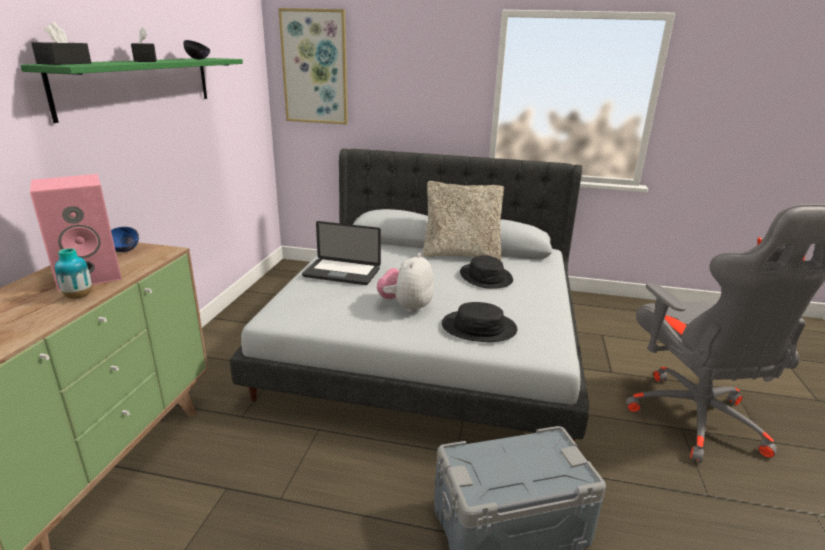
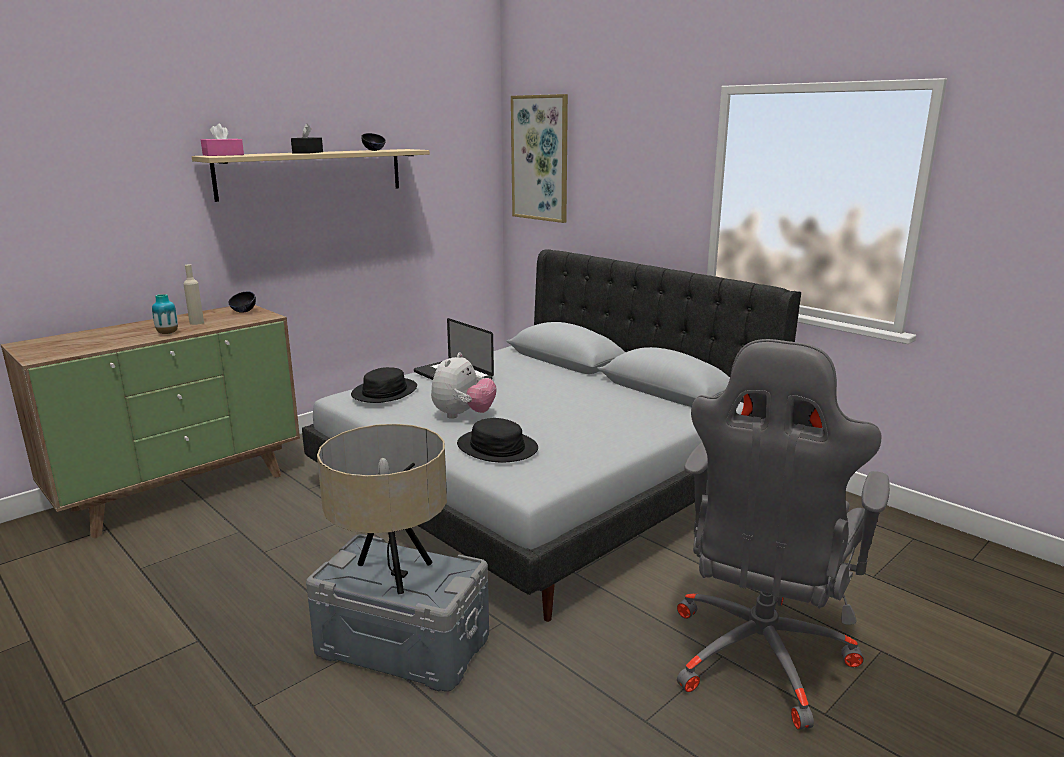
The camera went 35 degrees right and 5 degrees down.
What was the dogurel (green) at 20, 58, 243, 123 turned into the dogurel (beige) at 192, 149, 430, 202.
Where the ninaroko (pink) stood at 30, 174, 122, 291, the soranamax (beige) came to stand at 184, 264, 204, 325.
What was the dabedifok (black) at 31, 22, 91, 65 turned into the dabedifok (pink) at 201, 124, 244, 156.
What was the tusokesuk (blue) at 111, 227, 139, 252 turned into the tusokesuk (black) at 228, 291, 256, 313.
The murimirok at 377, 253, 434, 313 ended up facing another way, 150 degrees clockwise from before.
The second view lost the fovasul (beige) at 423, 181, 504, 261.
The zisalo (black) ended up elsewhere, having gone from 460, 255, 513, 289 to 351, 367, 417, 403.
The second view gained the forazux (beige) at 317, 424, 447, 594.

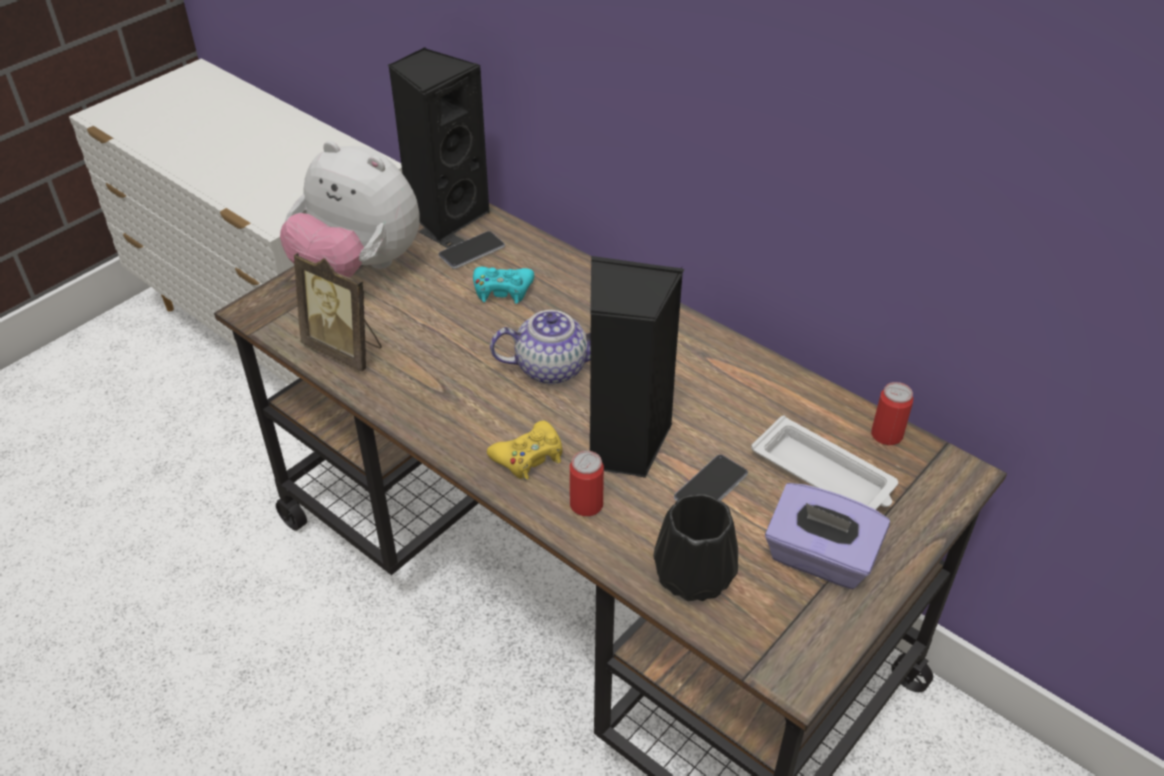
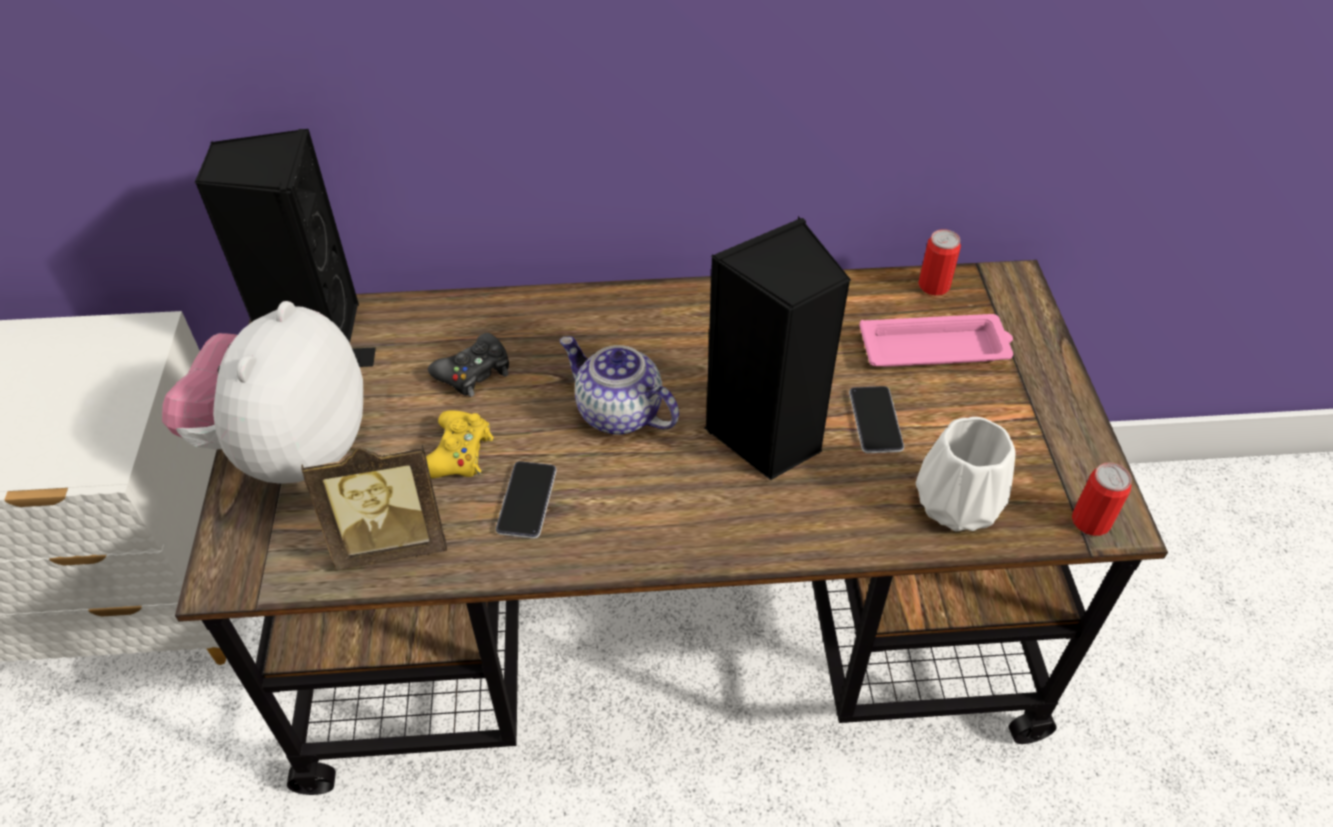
The camera went 45 degrees left and 5 degrees up.
The murimirok at 280, 141, 420, 278 ended up facing another way, 120 degrees clockwise from before.
The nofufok ended up elsewhere, having gone from 438, 231, 505, 269 to 496, 461, 557, 539.
What was the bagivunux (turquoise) at 473, 267, 534, 304 turned into the bagivunux (black) at 428, 333, 509, 397.
The bagivunux (yellow) ended up elsewhere, having gone from 487, 421, 562, 480 to 426, 410, 493, 478.
The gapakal at 490, 310, 591, 385 ended up facing another way, 90 degrees counterclockwise from before.
The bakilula ended up elsewhere, having gone from 570, 451, 604, 516 to 1072, 463, 1132, 536.
What was the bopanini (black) at 653, 494, 738, 601 turned into the bopanini (white) at 916, 417, 1015, 531.
What was the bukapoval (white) at 751, 415, 898, 510 turned into the bukapoval (pink) at 859, 314, 1013, 367.
The second view lost the dabedifok (purple) at 765, 483, 890, 589.

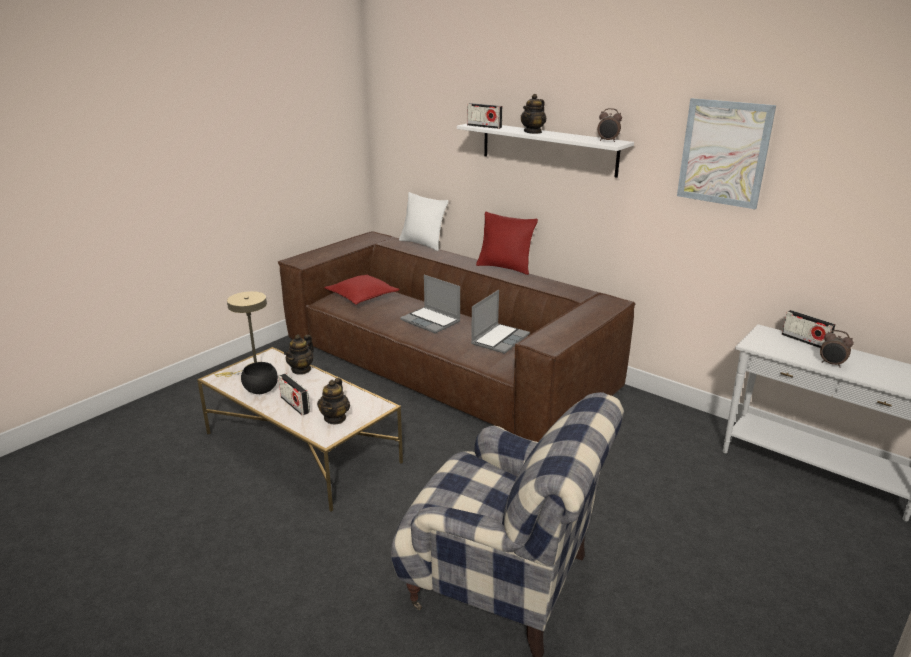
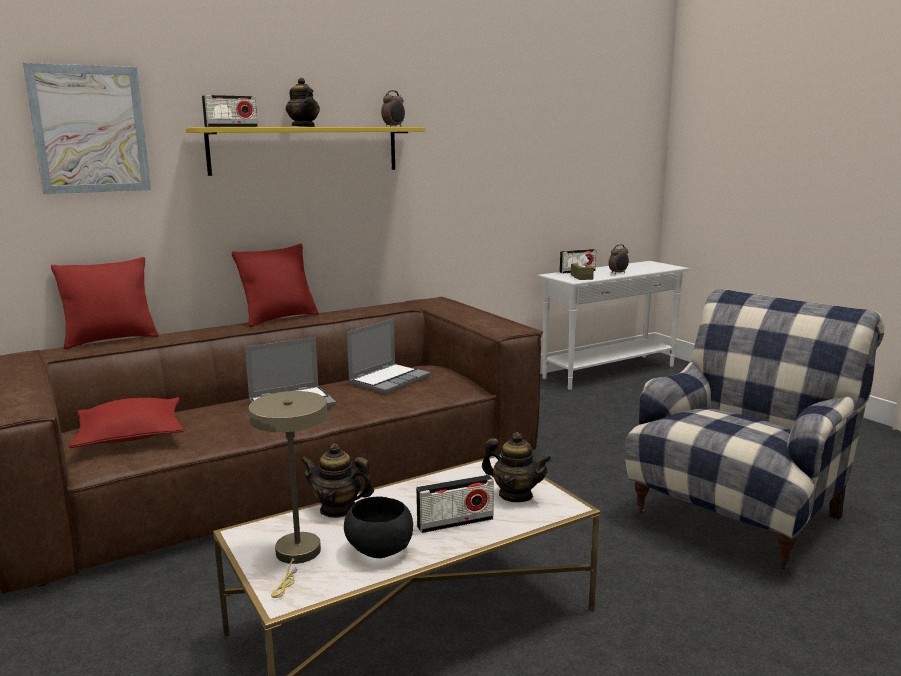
The camera went 70 degrees left and 10 degrees down.
The gapakal at 284, 335, 314, 375 ended up facing another way, 150 degrees clockwise from before.
What was the fovasul (white) at 399, 192, 448, 251 turned into the fovasul (red) at 51, 257, 158, 349.
What was the dogurel (white) at 457, 124, 634, 178 turned into the dogurel (yellow) at 185, 127, 426, 176.
The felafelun at 471, 290, 530, 354 ended up facing another way, 75 degrees clockwise from before.
The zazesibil ended up elsewhere, having gone from 677, 98, 776, 209 to 23, 63, 151, 194.
The second view gained the dabedifok (brown) at 571, 254, 594, 280.

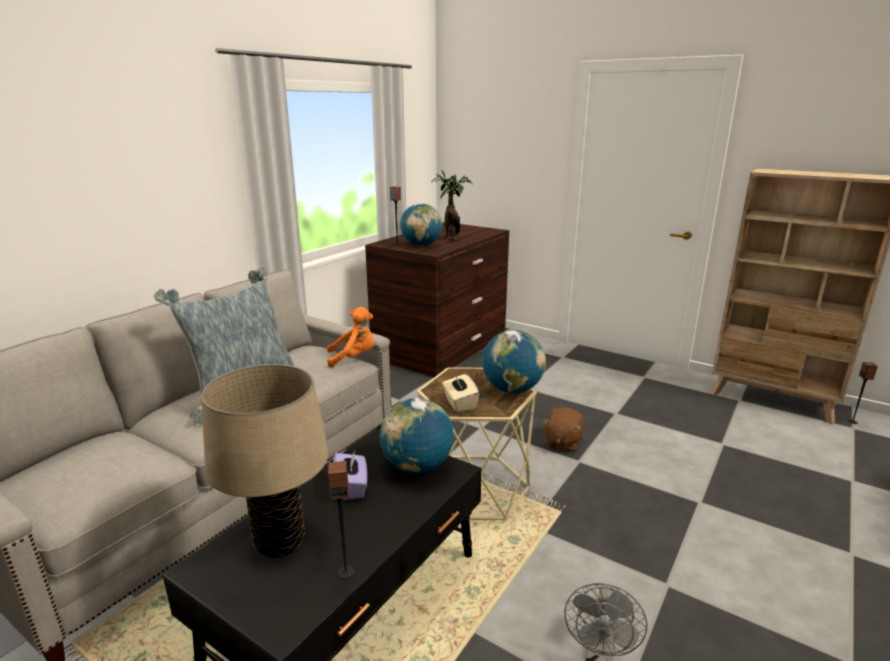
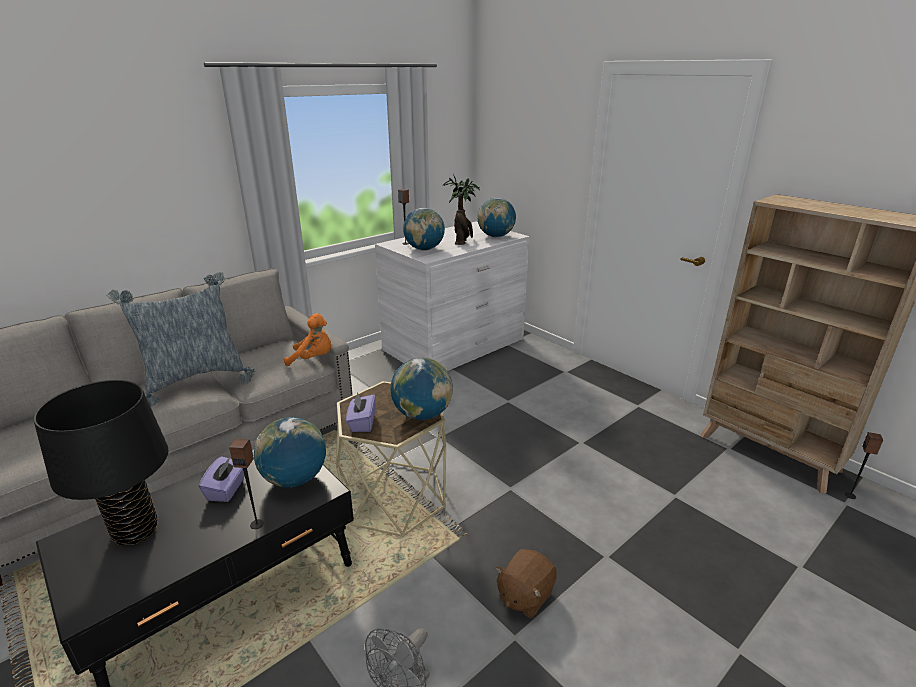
The camera went 15 degrees right and 5 degrees up.
What was the forazux (beige) at 201, 364, 329, 559 turned into the forazux (black) at 33, 380, 168, 545.
The ninaroko ended up elsewhere, having gone from 328, 461, 354, 579 to 229, 438, 264, 529.
What was the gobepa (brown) at 365, 222, 509, 377 turned into the gobepa (white) at 375, 221, 530, 371.
What was the dabedifok (beige) at 442, 374, 479, 413 turned into the dabedifok (purple) at 346, 392, 376, 432.
The murimirok (brown) ended up elsewhere, having gone from 542, 407, 584, 452 to 496, 549, 557, 618.
The second view gained the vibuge at 477, 198, 516, 237.

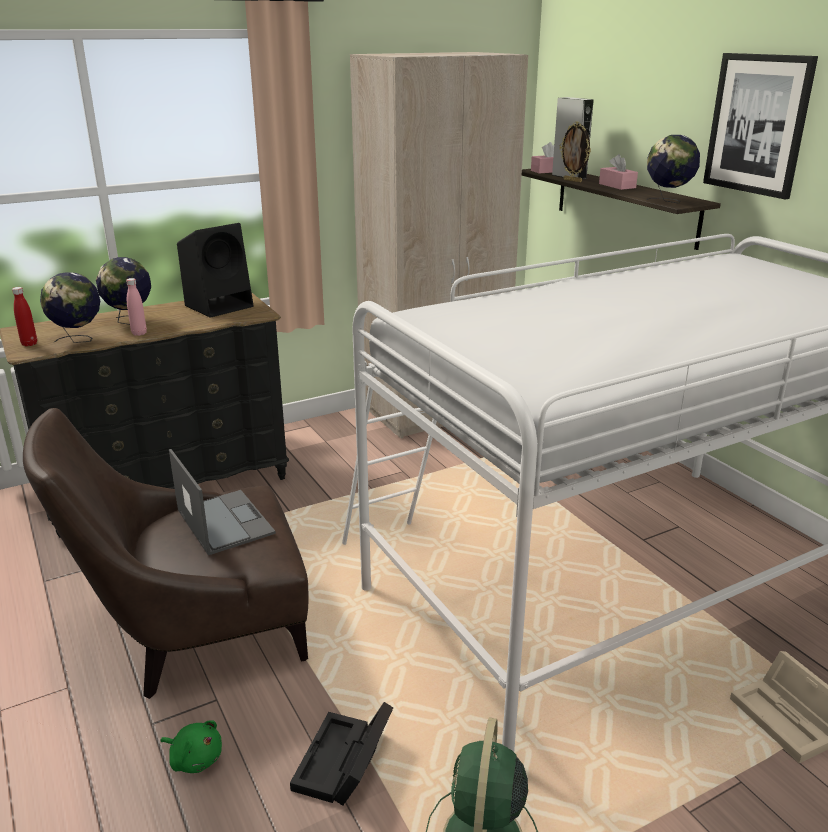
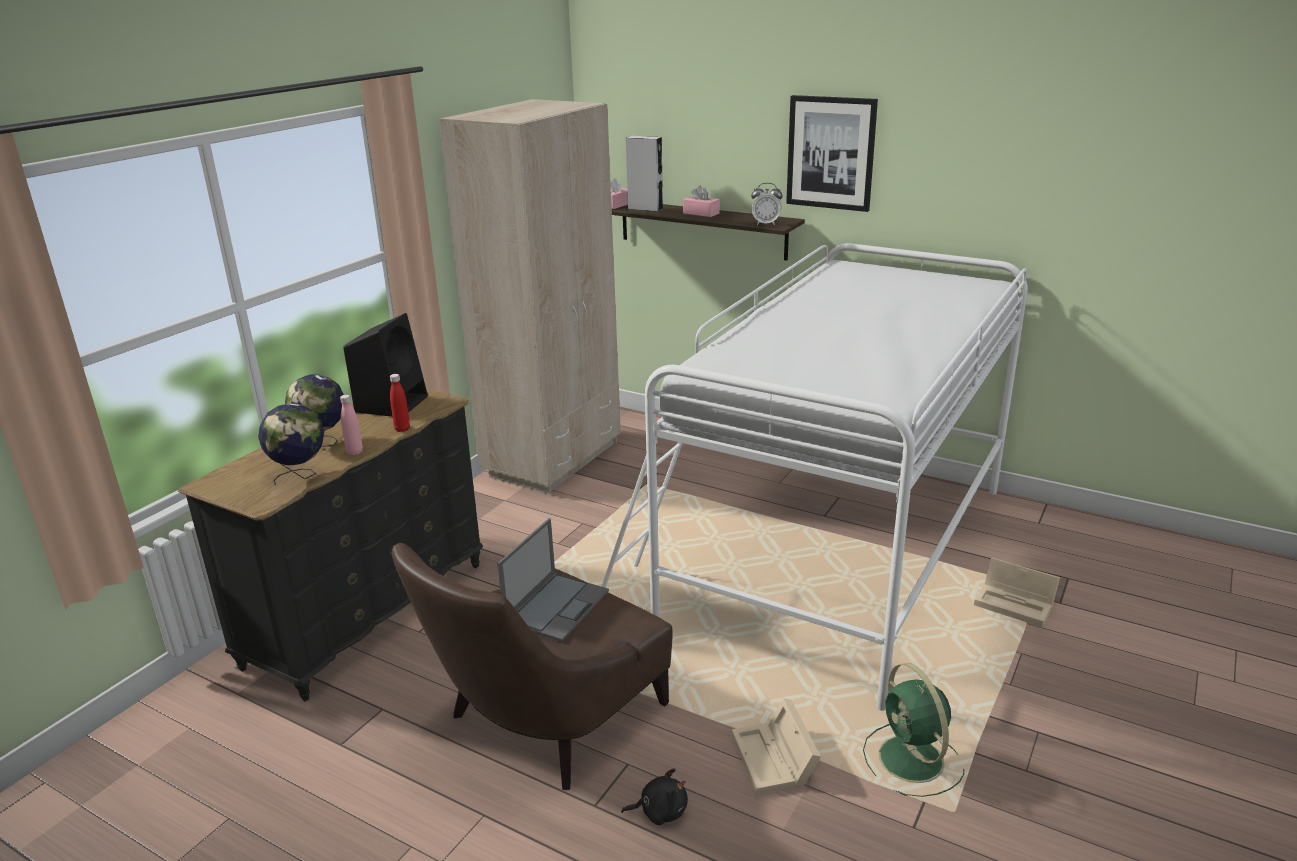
The camera went 30 degrees left and 0 degrees up.
The soranamax (red) ended up elsewhere, having gone from 12, 287, 37, 346 to 390, 374, 410, 432.
What was the murimirok (green) at 161, 720, 222, 773 turned into the murimirok (black) at 621, 768, 688, 825.
The felafelun at 169, 449, 276, 556 ended up facing another way, 90 degrees clockwise from before.
What was the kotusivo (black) at 290, 702, 394, 806 turned into the kotusivo (beige) at 732, 698, 821, 796.
The second view lost the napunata at 560, 121, 591, 182.
Where the vibuge stood at 646, 135, 700, 203, the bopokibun came to stand at 751, 183, 783, 226.

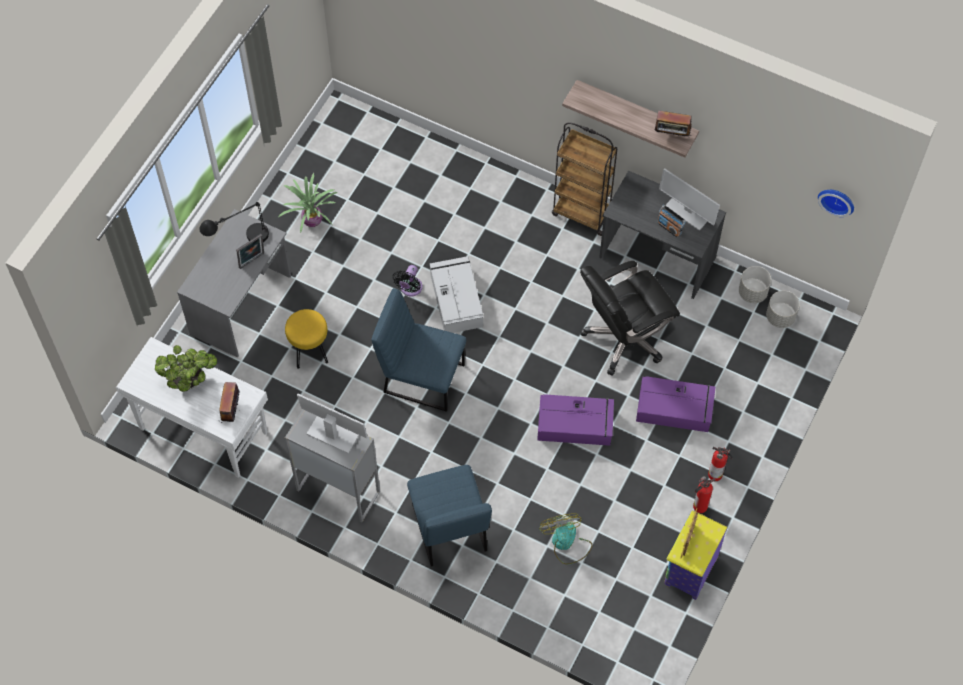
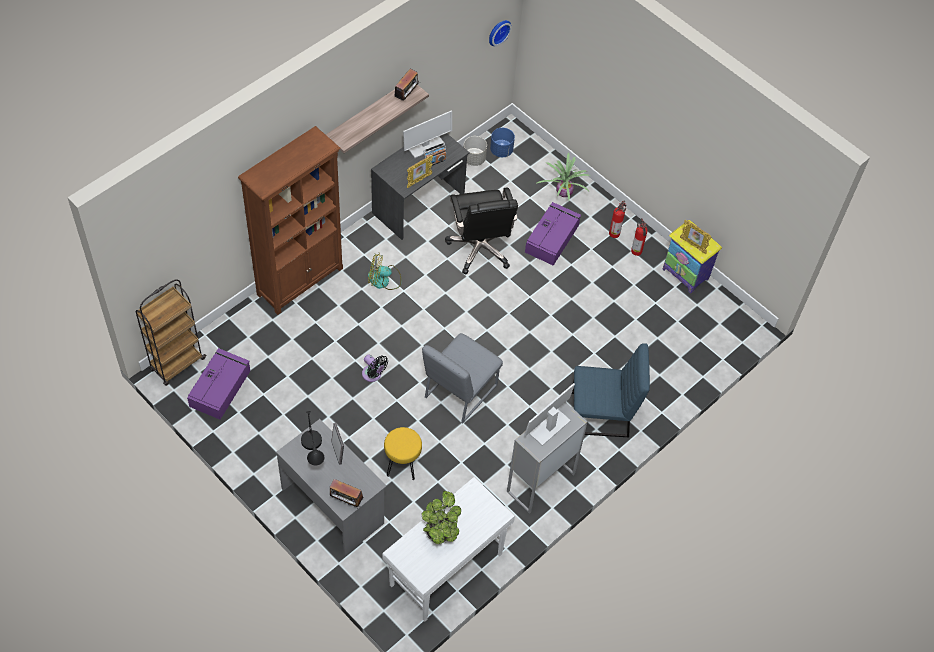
The camera went 75 degrees left and 5 degrees down.
The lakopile ended up elsewhere, having gone from 219, 382, 240, 423 to 330, 479, 363, 509.
The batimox ended up elsewhere, having gone from 279, 173, 338, 234 to 537, 153, 590, 200.
What was the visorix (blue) at 371, 288, 466, 412 turned into the visorix (grey) at 422, 333, 503, 424.
The second view lost the kotusivo (grey) at 430, 256, 483, 333.
The kotusivo (purple) ended up elsewhere, having gone from 537, 394, 614, 446 to 187, 348, 250, 420.
The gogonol ended up elsewhere, having gone from 539, 513, 592, 564 to 368, 253, 401, 290.
The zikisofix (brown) ended up elsewhere, having gone from 552, 122, 617, 236 to 136, 279, 207, 386.
What was the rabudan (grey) at 766, 290, 800, 328 turned into the rabudan (blue) at 490, 128, 515, 157.
The second view gained the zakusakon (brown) at 238, 126, 343, 315.
The second view gained the napunata at 407, 155, 433, 188.

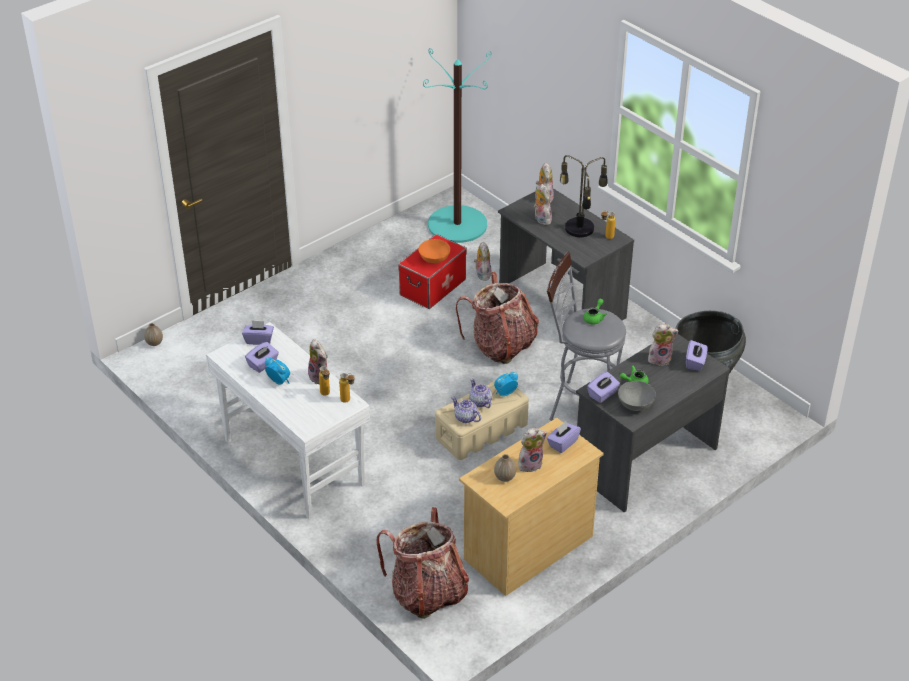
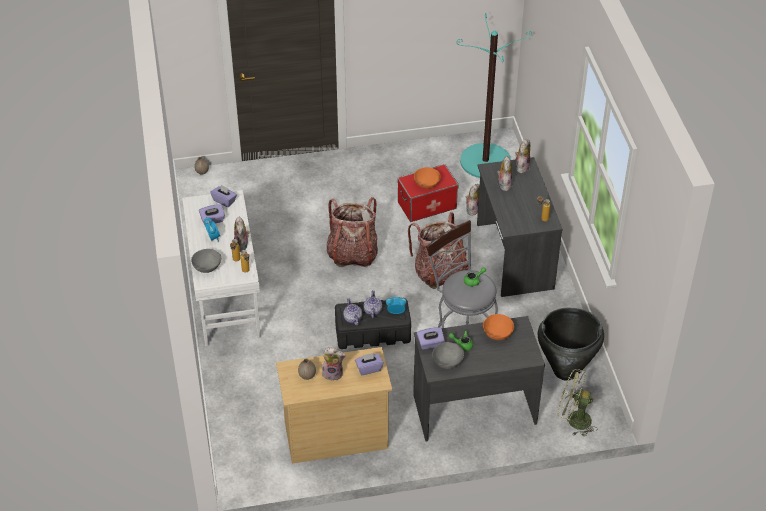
The camera went 30 degrees right and 5 degrees up.
The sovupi ended up elsewhere, having gone from 376, 507, 469, 619 to 327, 197, 378, 267.
What was the kotusivo (beige) at 435, 380, 529, 460 turned into the kotusivo (black) at 335, 299, 411, 349.
The second view lost the forazux at 560, 155, 608, 237.
Where the murimirok stood at 648, 324, 679, 366, the tusokesuk (orange) came to stand at 483, 314, 514, 340.
The second view lost the dabedifok (purple) at 686, 340, 708, 371.
The second view gained the tusokesuk (grey) at 191, 249, 221, 273.
The second view gained the gogonol (green) at 558, 369, 597, 437.

